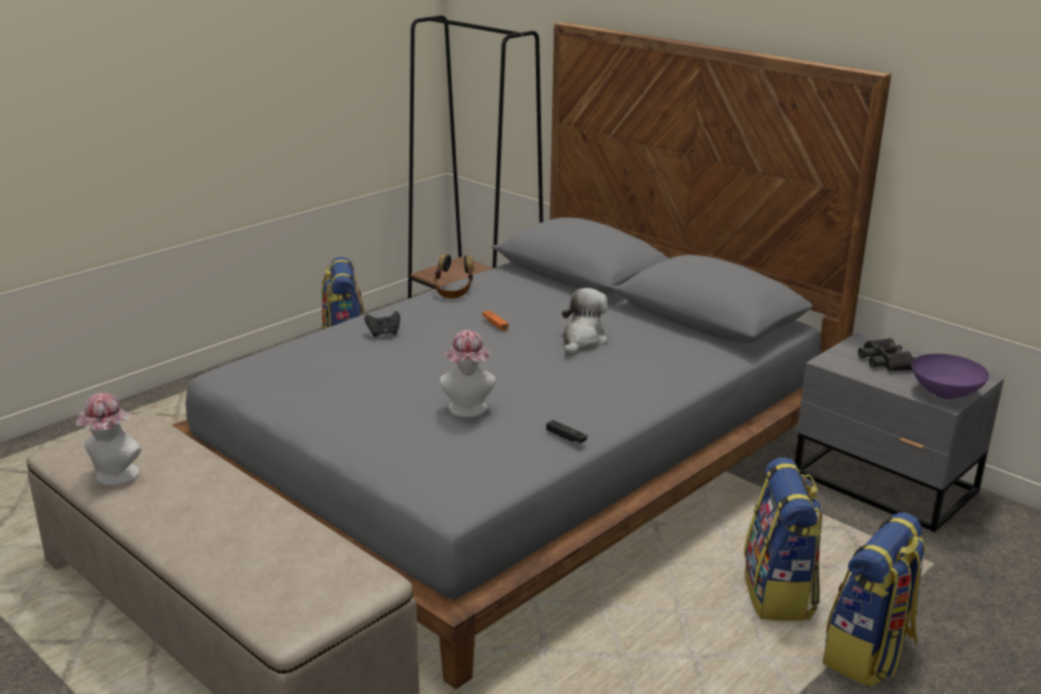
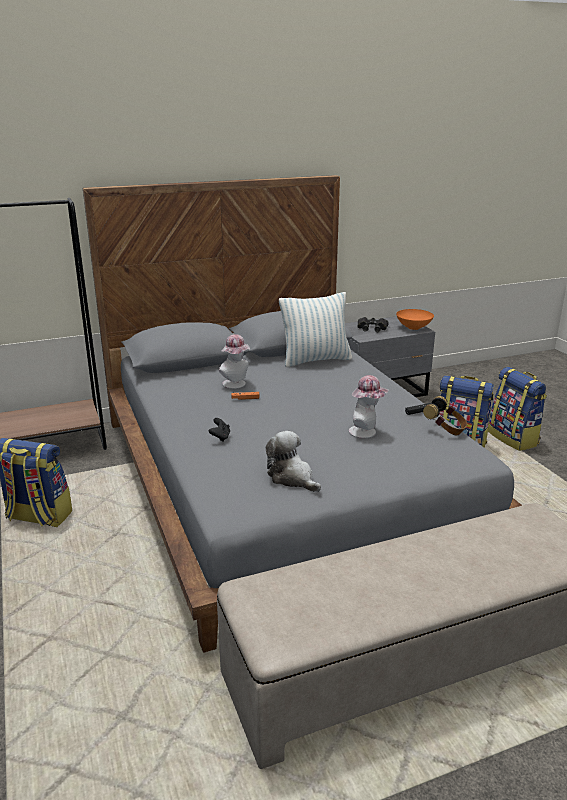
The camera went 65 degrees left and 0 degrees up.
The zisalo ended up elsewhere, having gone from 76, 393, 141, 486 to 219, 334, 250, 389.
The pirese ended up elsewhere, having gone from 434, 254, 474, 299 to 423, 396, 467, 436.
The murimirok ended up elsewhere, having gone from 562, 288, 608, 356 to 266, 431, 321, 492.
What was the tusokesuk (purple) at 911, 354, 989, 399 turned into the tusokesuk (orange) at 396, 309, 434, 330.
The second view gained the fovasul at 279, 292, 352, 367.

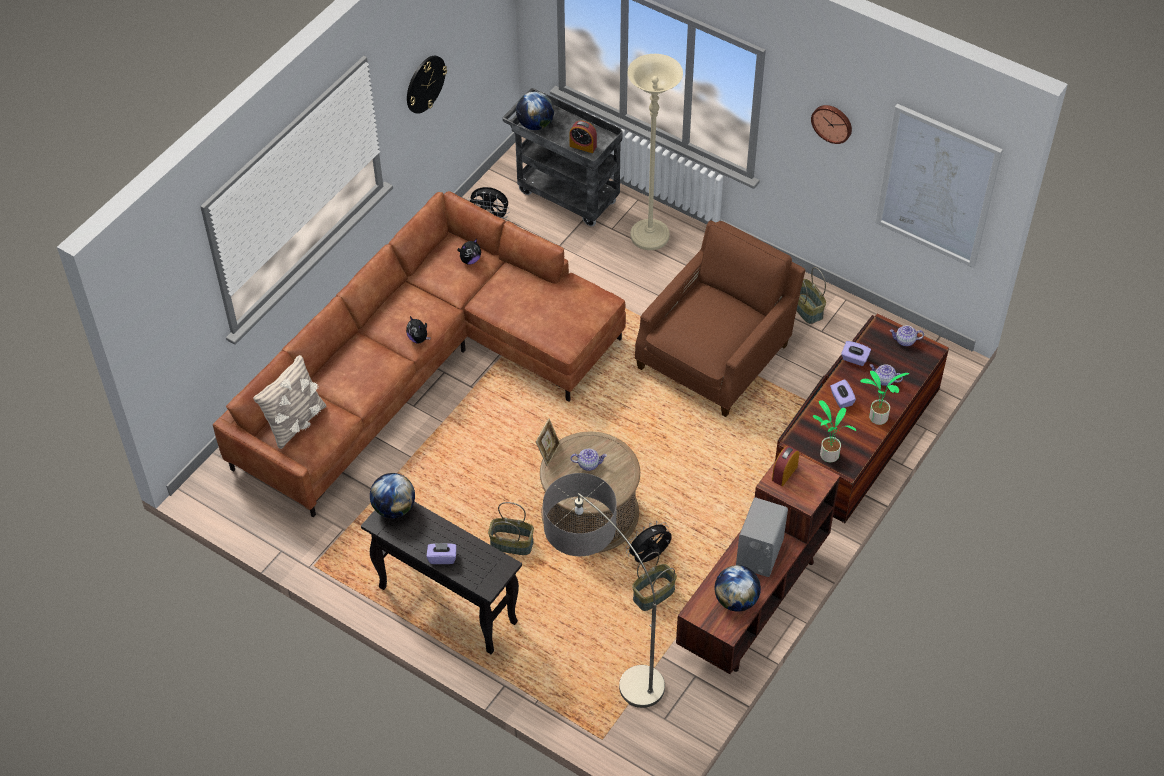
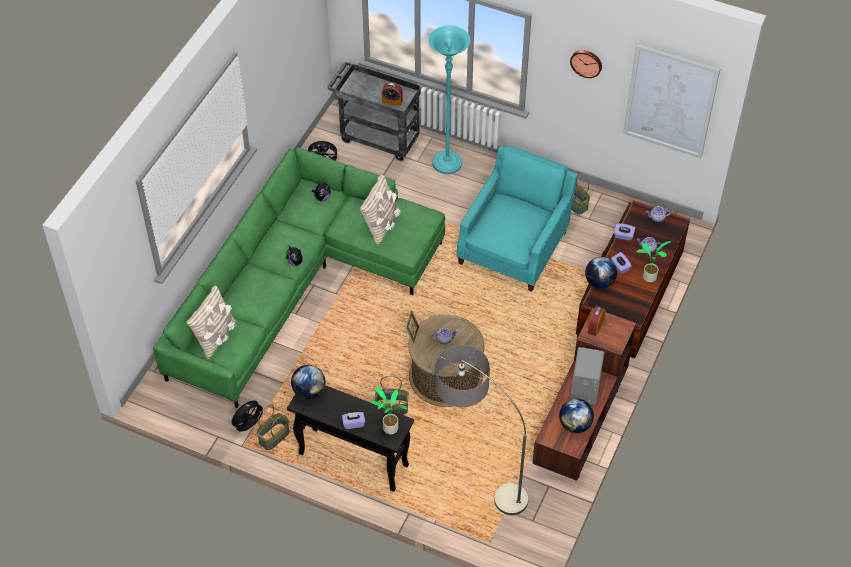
The camera went 10 degrees left and 0 degrees up.
What was the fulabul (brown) at 213, 191, 626, 517 turned into the fulabul (green) at 153, 147, 445, 408.
The second view lost the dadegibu at 407, 56, 447, 114.
The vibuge ended up elsewhere, having gone from 516, 92, 554, 130 to 585, 257, 617, 289.
The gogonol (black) ended up elsewhere, having gone from 626, 521, 672, 563 to 229, 398, 263, 431.
What was the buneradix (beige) at 627, 54, 683, 250 turned into the buneradix (turquoise) at 428, 26, 470, 174.
The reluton ended up elsewhere, having gone from 632, 552, 677, 611 to 256, 405, 290, 450.
What was the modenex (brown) at 634, 221, 805, 417 turned into the modenex (turquoise) at 457, 146, 578, 292.
The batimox ended up elsewhere, having gone from 813, 400, 856, 462 to 371, 387, 407, 434.
The second view gained the fovasul (beige) at 360, 175, 401, 245.

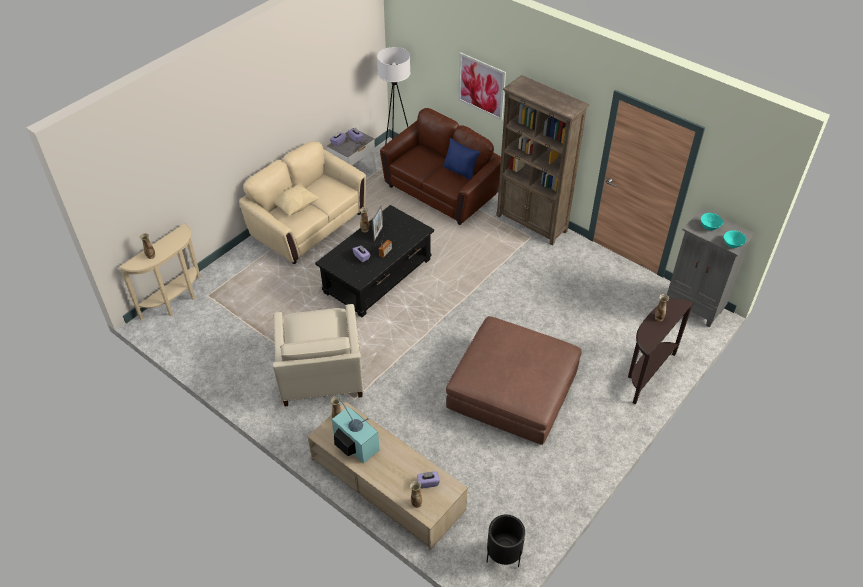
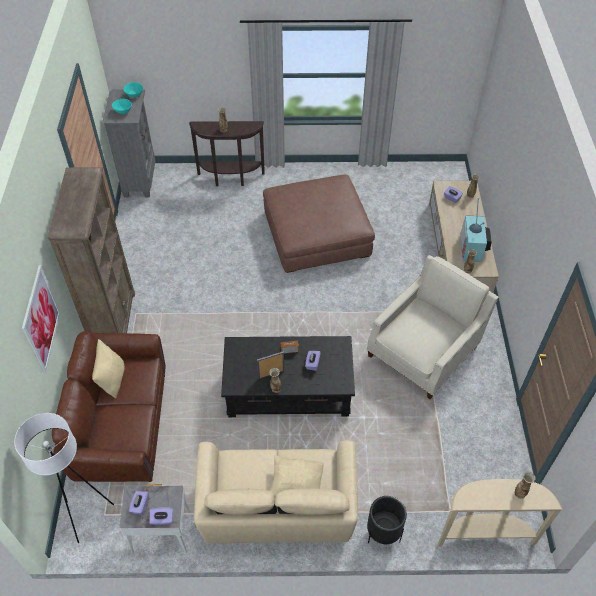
The camera went 130 degrees left and 5 degrees up.
What was the fovasul (blue) at 444, 138, 480, 180 turned into the fovasul (beige) at 92, 339, 124, 398.
The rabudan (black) ended up elsewhere, having gone from 487, 515, 525, 568 to 367, 496, 407, 544.

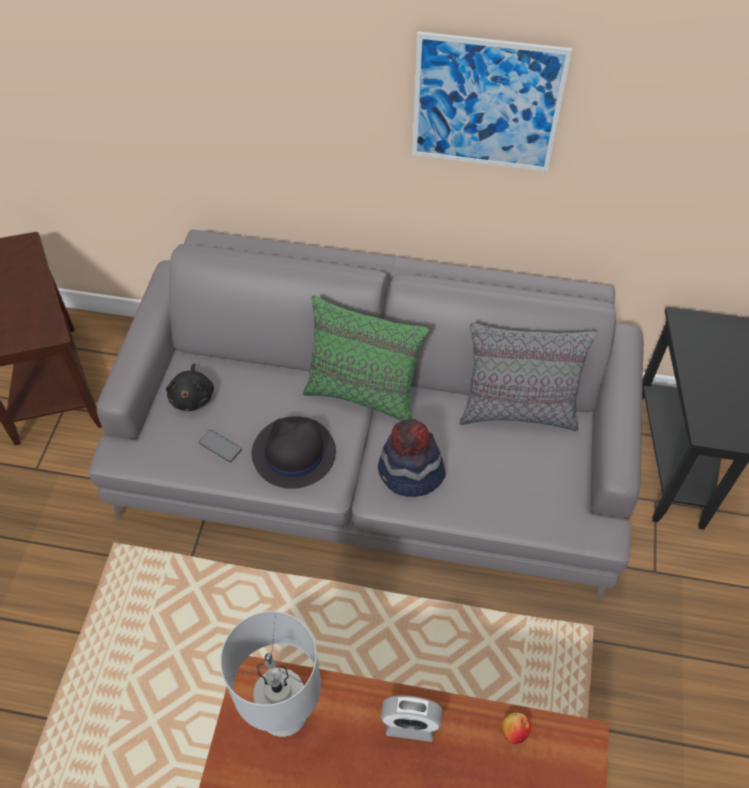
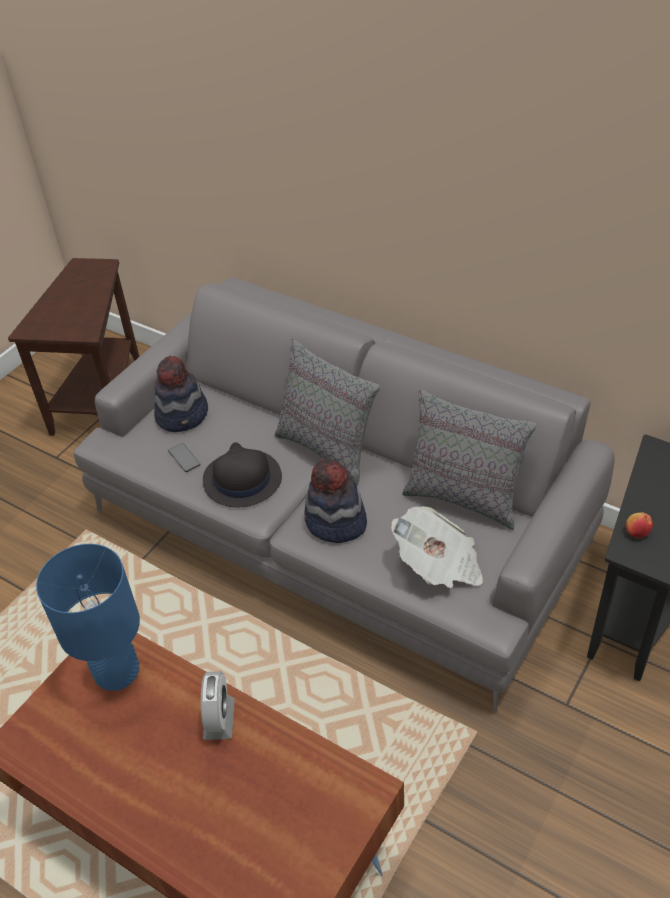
The camera went 25 degrees right and 10 degrees down.
Where the murimirok (black) stood at 166, 364, 214, 411, the zisalo came to stand at 154, 356, 208, 432.
What was the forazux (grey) at 220, 611, 321, 737 turned into the forazux (blue) at 36, 544, 140, 691.
What was the fovasul (green) at 303, 296, 429, 421 turned into the fovasul (grey) at 275, 339, 380, 485.
The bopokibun at 381, 696, 442, 742 ended up facing another way, 120 degrees counterclockwise from before.
The second view lost the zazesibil at 412, 31, 572, 172.
The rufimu ended up elsewhere, having gone from 502, 713, 531, 744 to 626, 512, 653, 538.
The second view gained the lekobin at 391, 506, 483, 588.

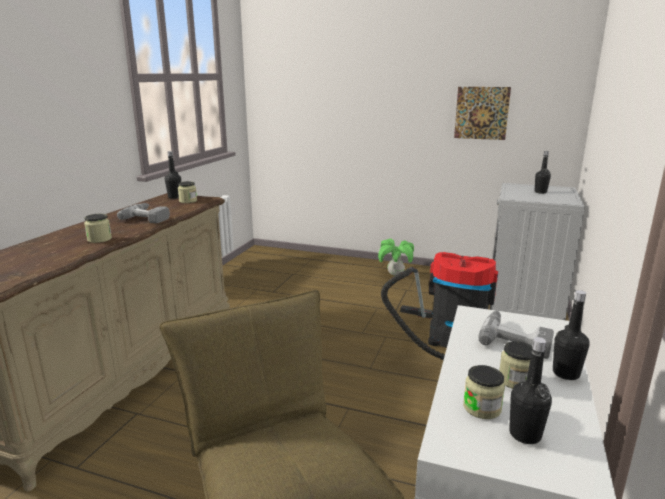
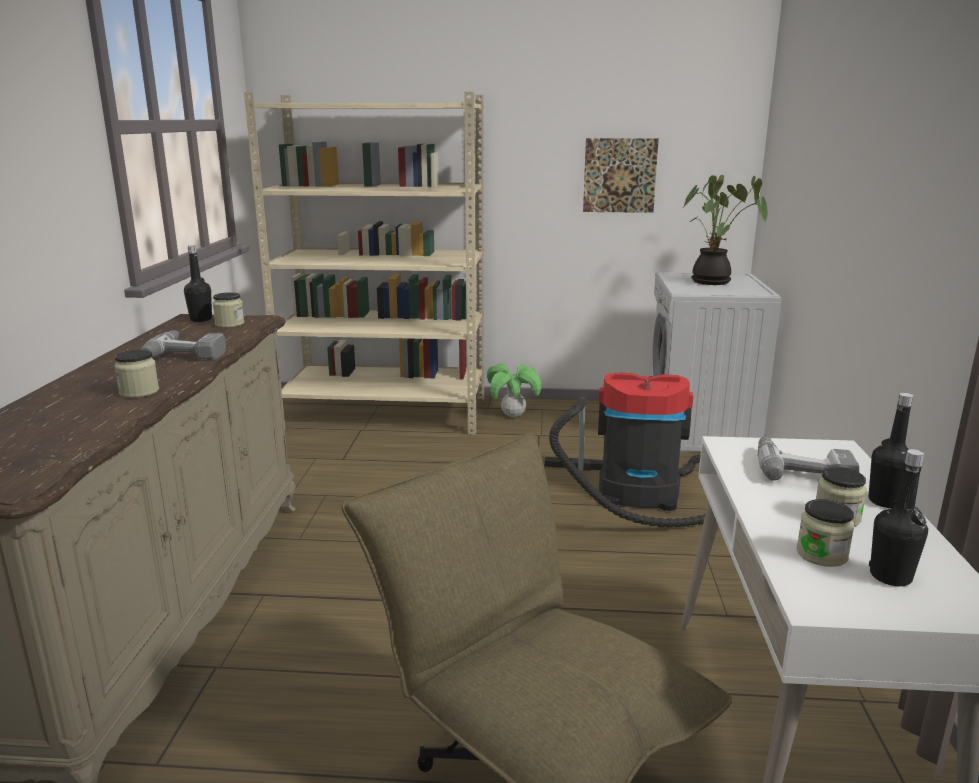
The camera went 15 degrees left and 0 degrees up.
Where the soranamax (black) stood at 535, 151, 551, 194, the batimox came to stand at 684, 175, 768, 285.
The second view gained the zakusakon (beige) at 244, 92, 484, 435.

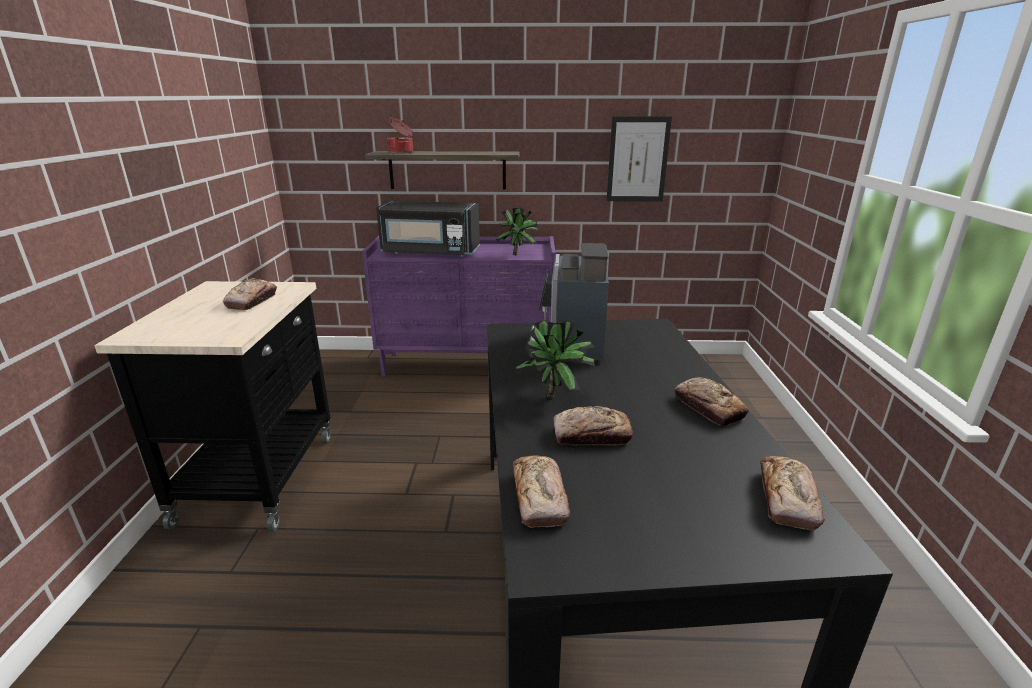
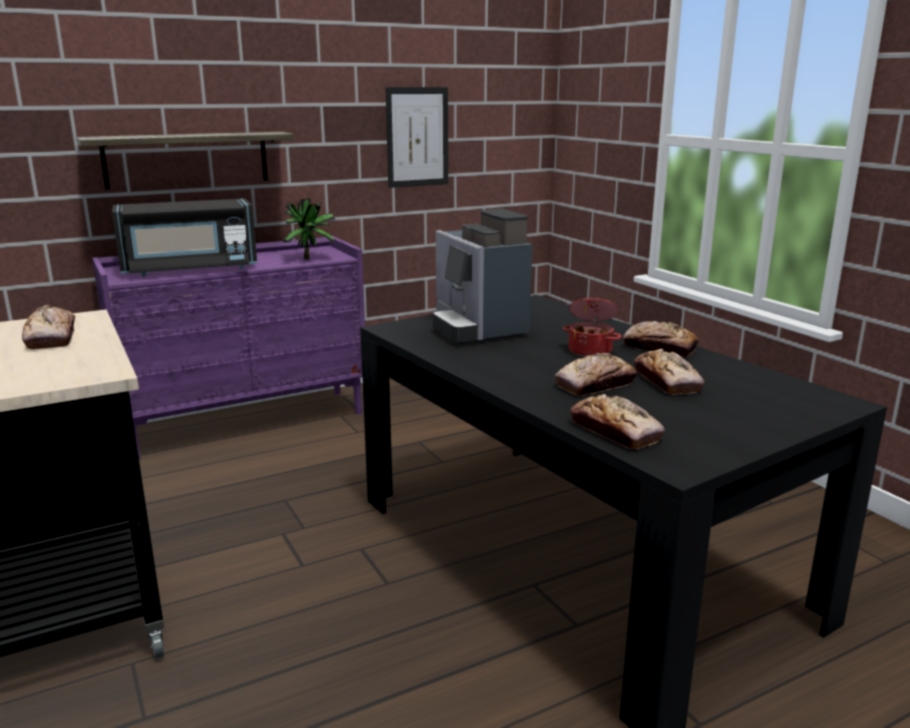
The camera went 30 degrees left and 5 degrees down.
The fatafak ended up elsewhere, having gone from 387, 118, 413, 154 to 563, 297, 621, 357.
The second view lost the batimox at 515, 319, 595, 399.
The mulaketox ended up elsewhere, having gone from 760, 456, 825, 530 to 634, 349, 704, 395.

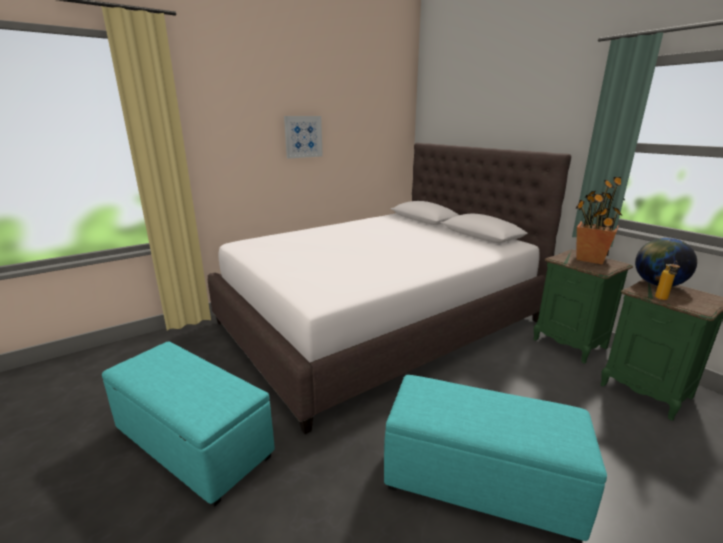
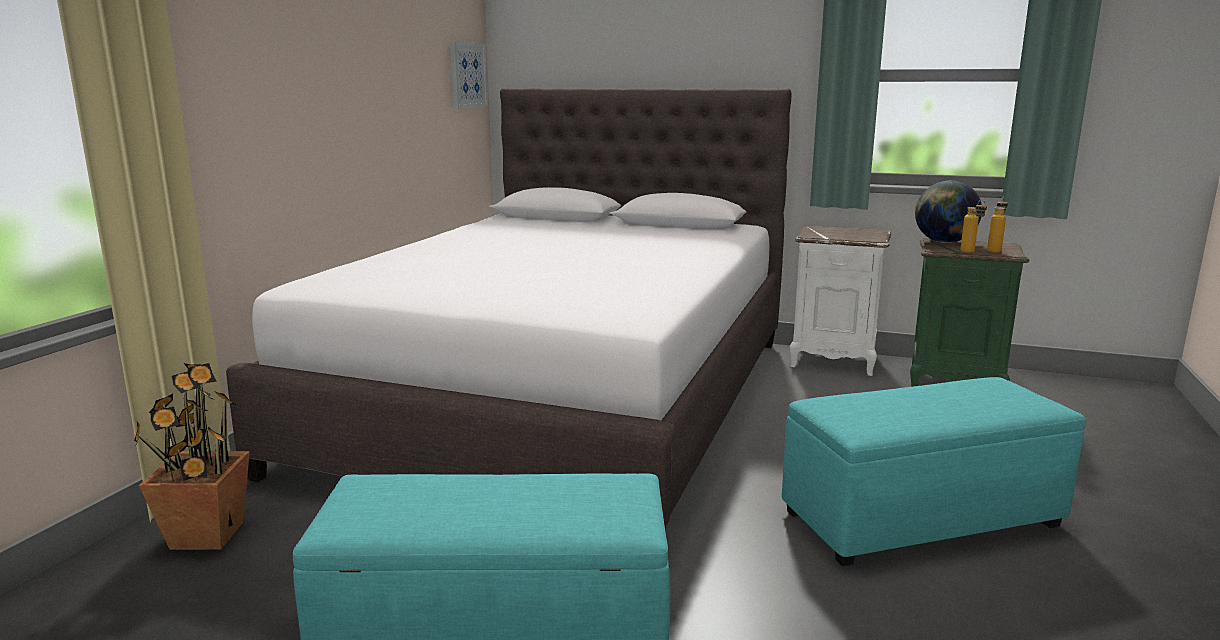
The camera went 35 degrees left and 5 degrees down.
The zazesibil ended up elsewhere, having gone from 284, 116, 323, 159 to 450, 41, 488, 108.
What was the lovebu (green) at 533, 249, 633, 364 turned into the lovebu (white) at 790, 226, 891, 376.
The batimox ended up elsewhere, having gone from 576, 177, 625, 264 to 134, 363, 250, 550.
The second view gained the soranamax at 987, 196, 1008, 253.

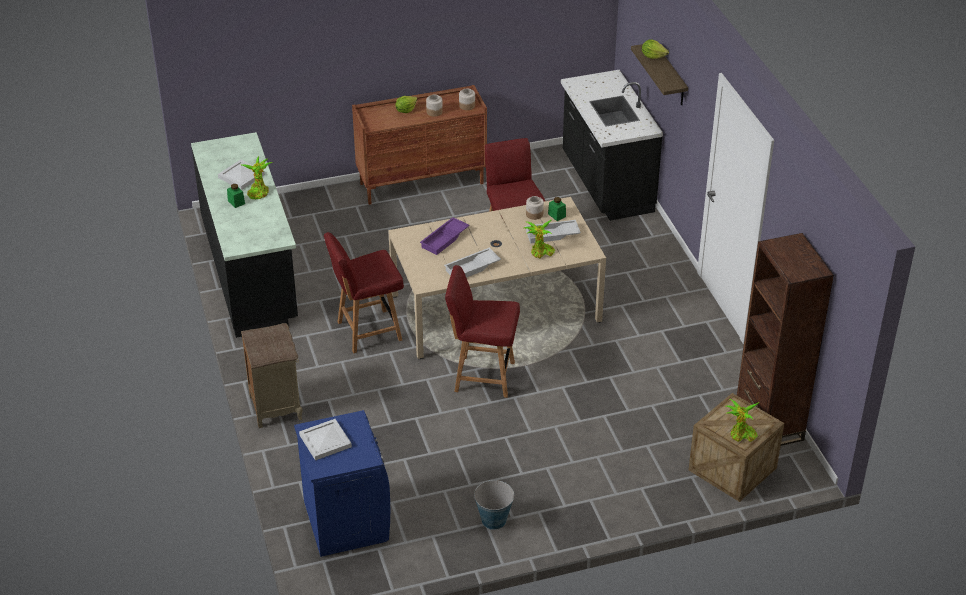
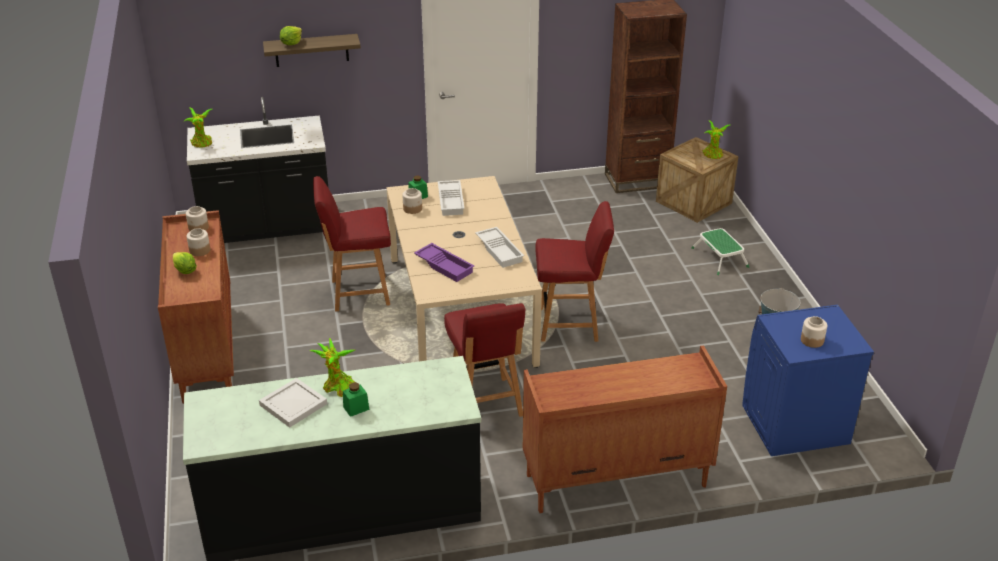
The camera went 85 degrees left and 5 degrees down.
Where the lovebu (beige) stood at 241, 323, 302, 428, the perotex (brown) came to stand at 523, 345, 727, 513.
Where the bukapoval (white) stood at 299, 419, 352, 460, the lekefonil came to stand at 801, 316, 827, 348.
The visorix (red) at 445, 265, 520, 398 ended up facing another way, 105 degrees counterclockwise from before.
The batimox ended up elsewhere, having gone from 524, 219, 555, 258 to 183, 107, 212, 148.
The second view gained the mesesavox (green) at 691, 228, 749, 275.

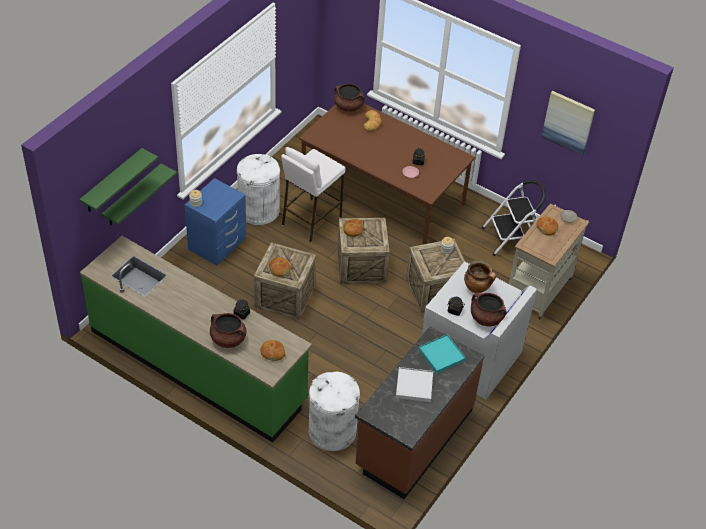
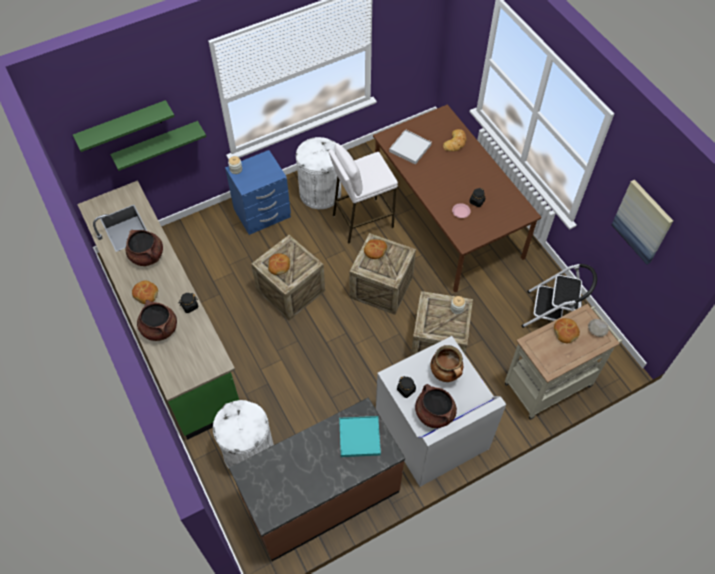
The camera went 30 degrees right and 10 degrees up.
The mulaketox ended up elsewhere, having gone from 260, 340, 285, 361 to 132, 280, 158, 304.
The fatafak (brown) ended up elsewhere, having gone from 334, 84, 365, 112 to 125, 230, 163, 266.
The bukapoval (white) ended up elsewhere, having gone from 396, 367, 433, 402 to 389, 129, 432, 165.

